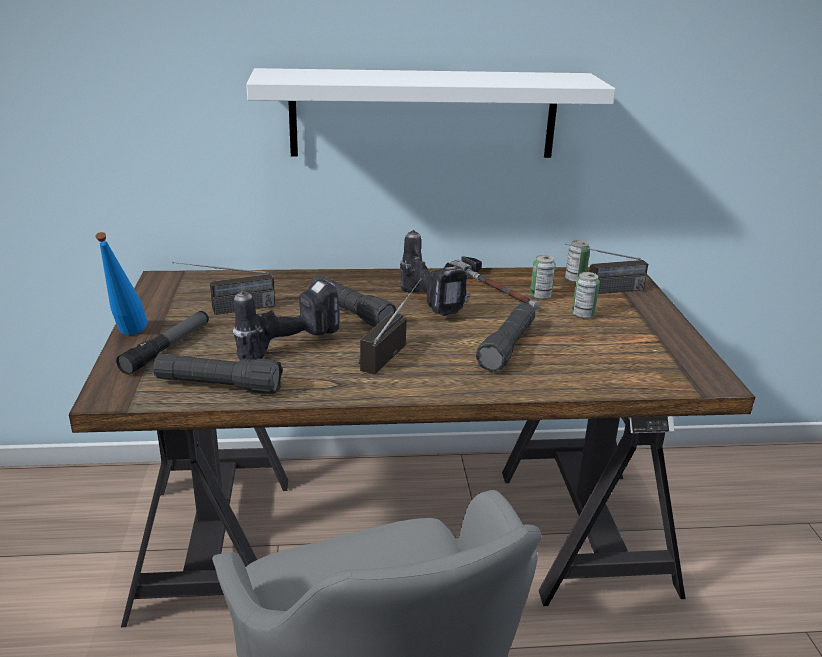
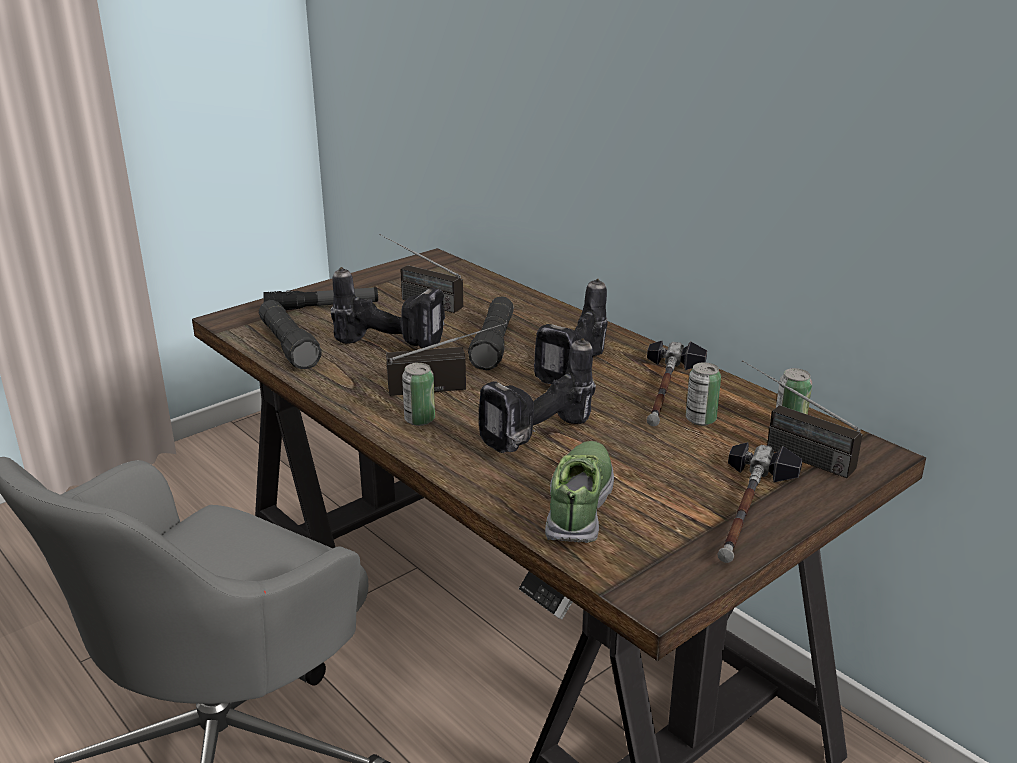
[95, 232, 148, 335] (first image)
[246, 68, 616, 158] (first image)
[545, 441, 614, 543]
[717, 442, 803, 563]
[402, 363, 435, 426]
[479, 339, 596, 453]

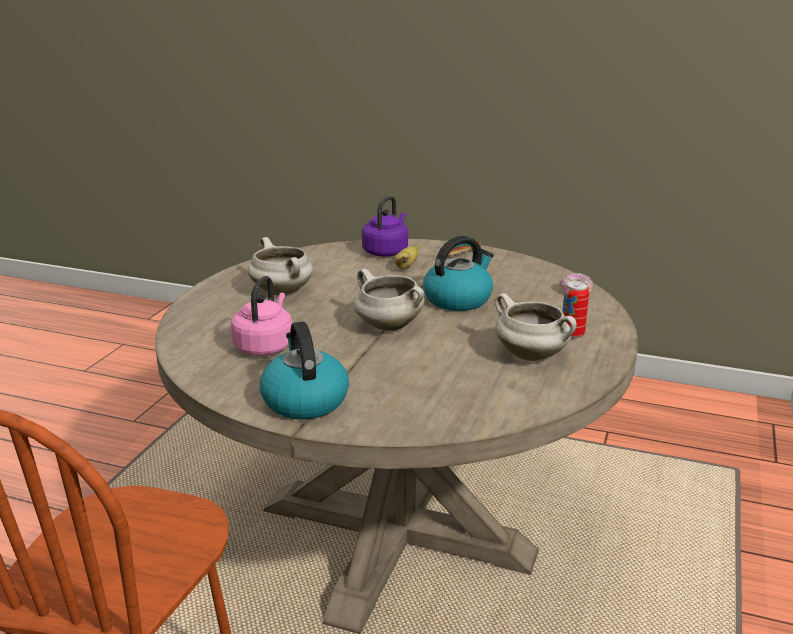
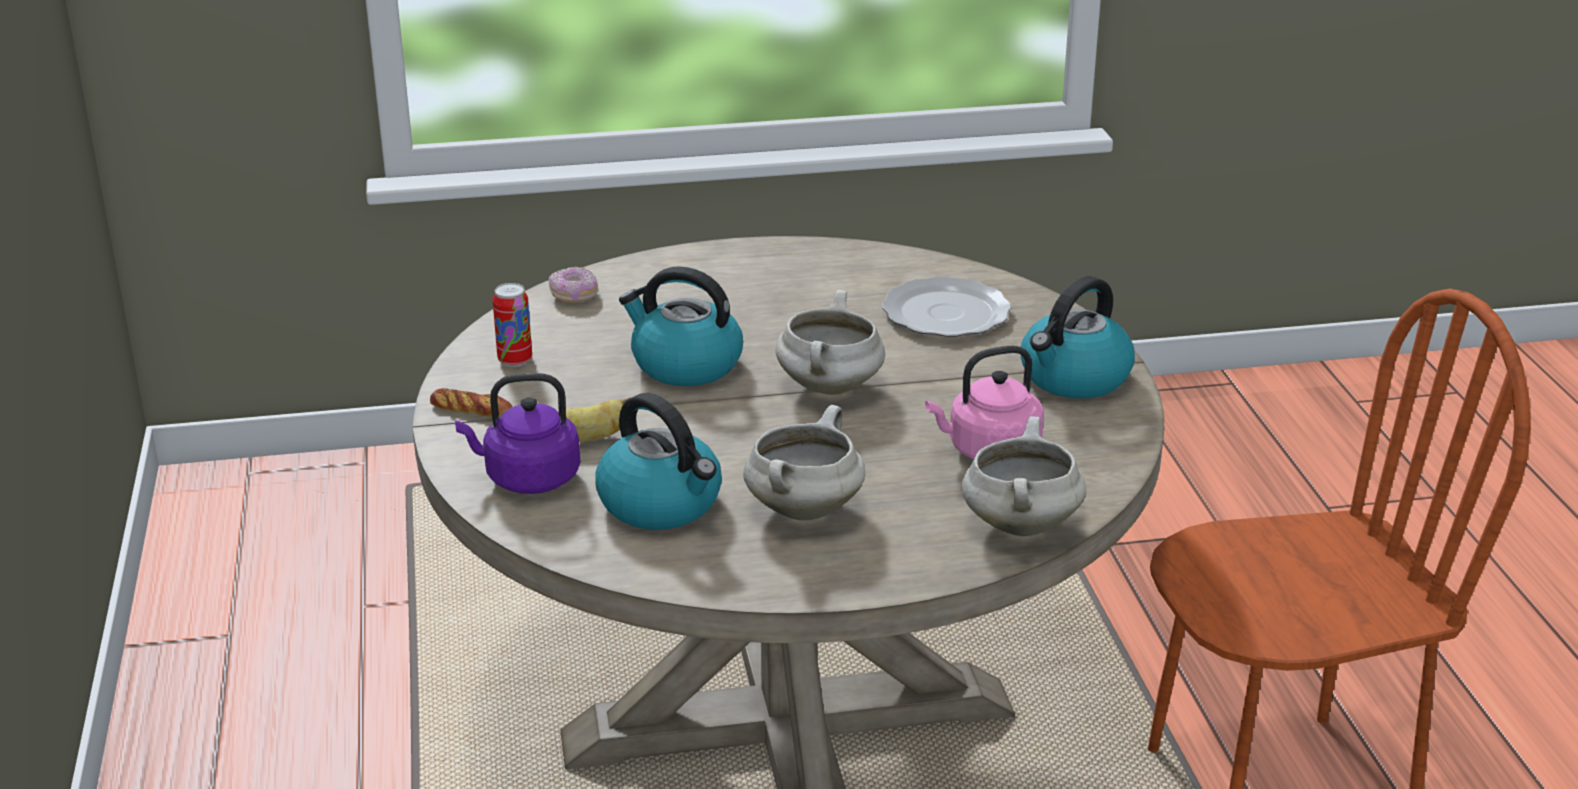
[595, 393, 722, 530]
[882, 277, 1011, 337]
[961, 416, 1086, 536]
[493, 283, 532, 367]

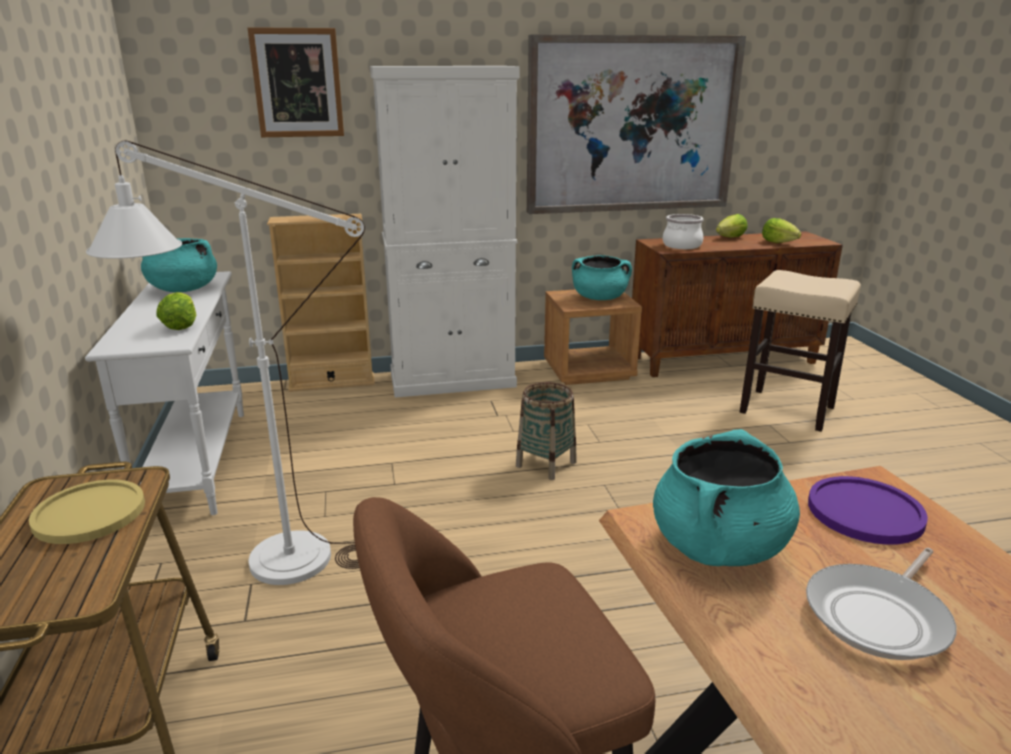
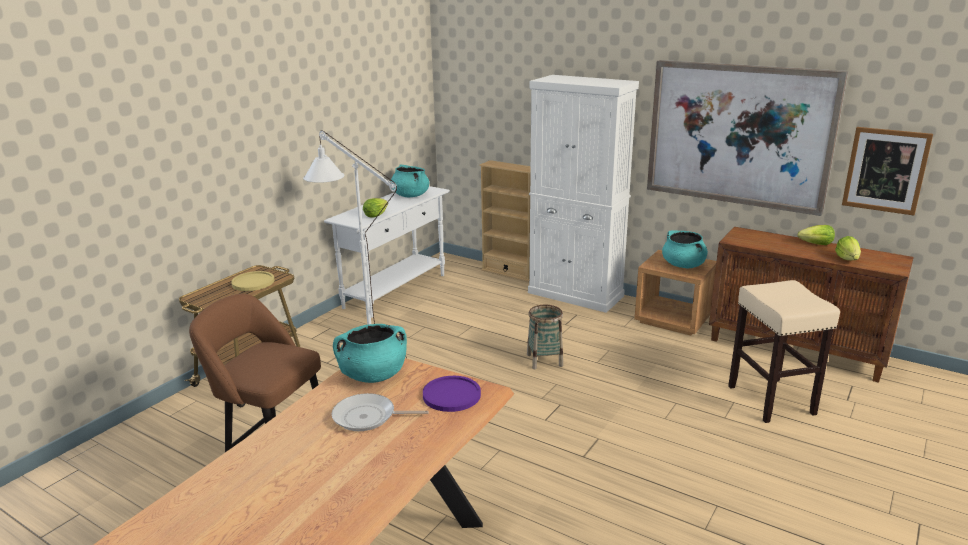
[663, 214, 704, 249] (first image)
[842, 127, 933, 216]

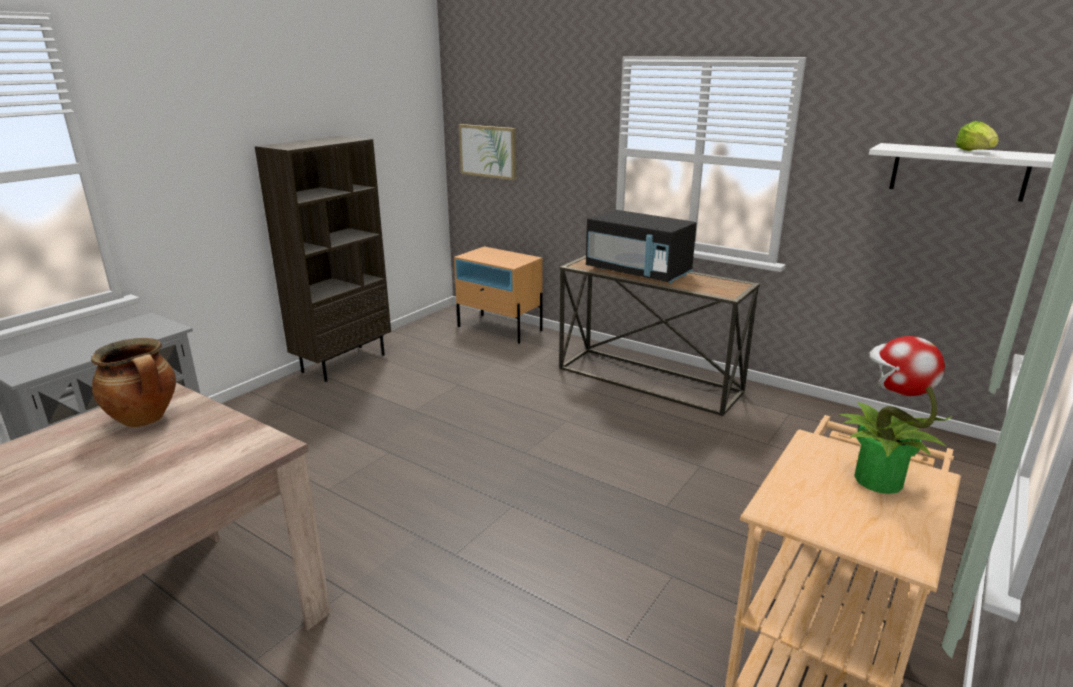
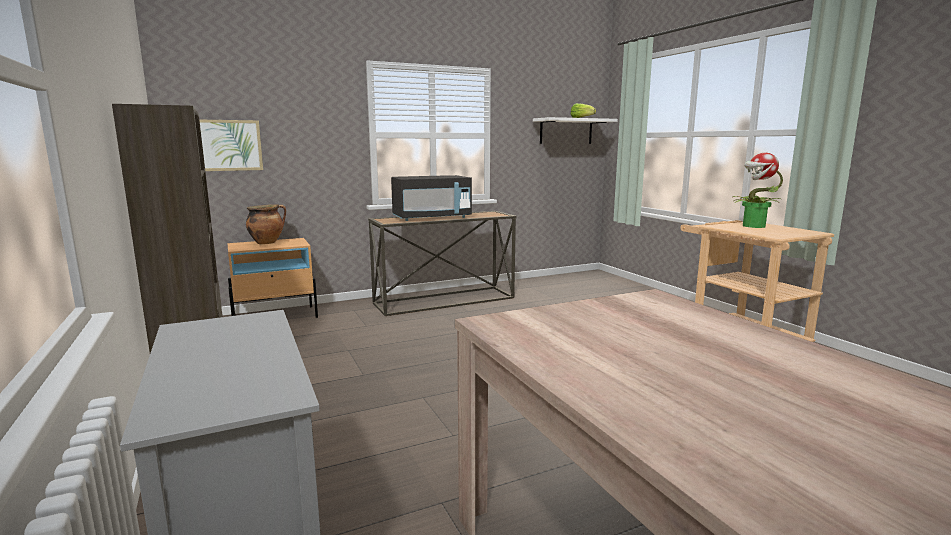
[246, 204, 286, 244]

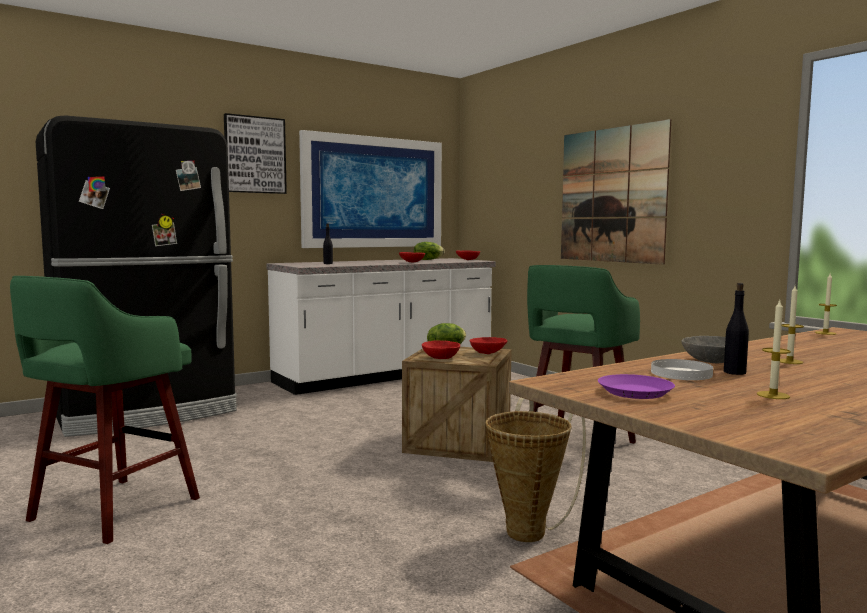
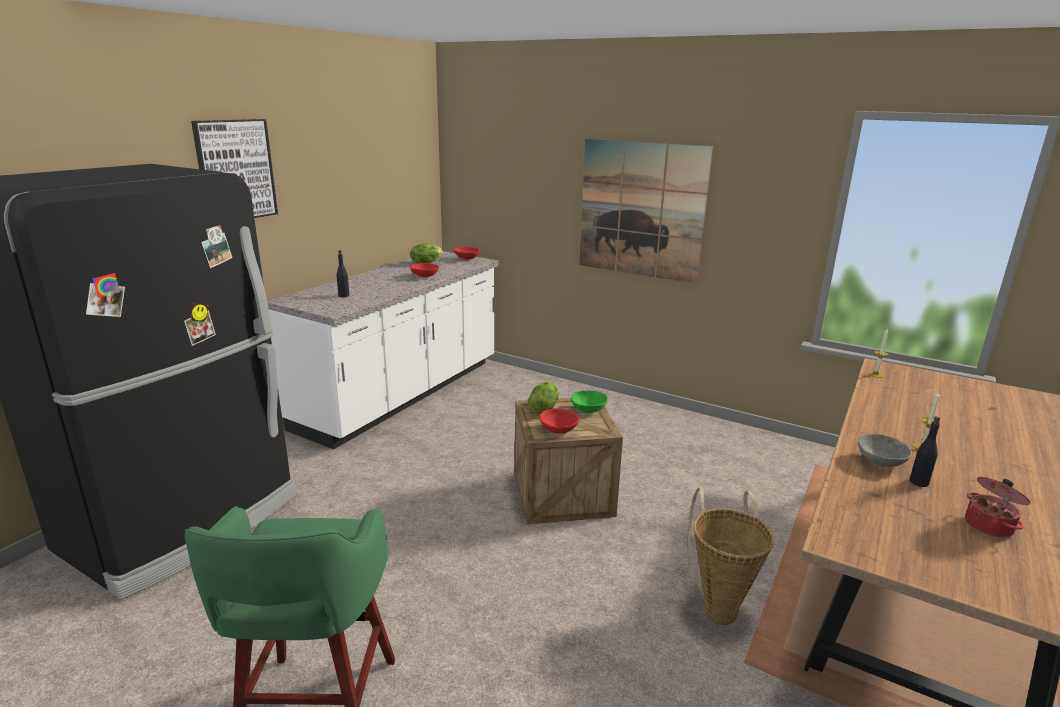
[299, 130, 442, 248] (first image)
[527, 265, 640, 443] (first image)
[598, 374, 675, 399] (first image)
[651, 359, 713, 380] (first image)
[965, 477, 1030, 538]
[571, 390, 608, 413]

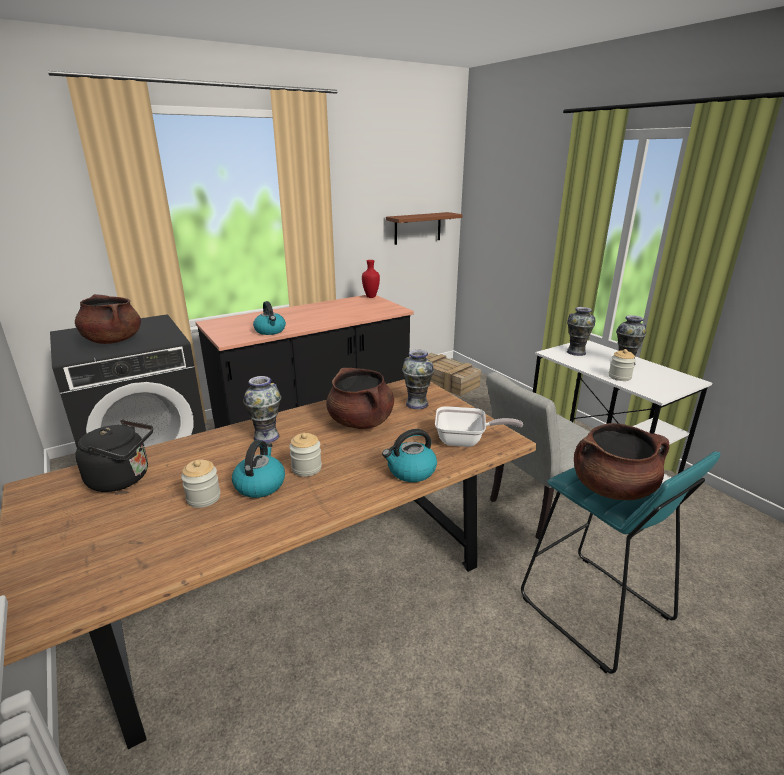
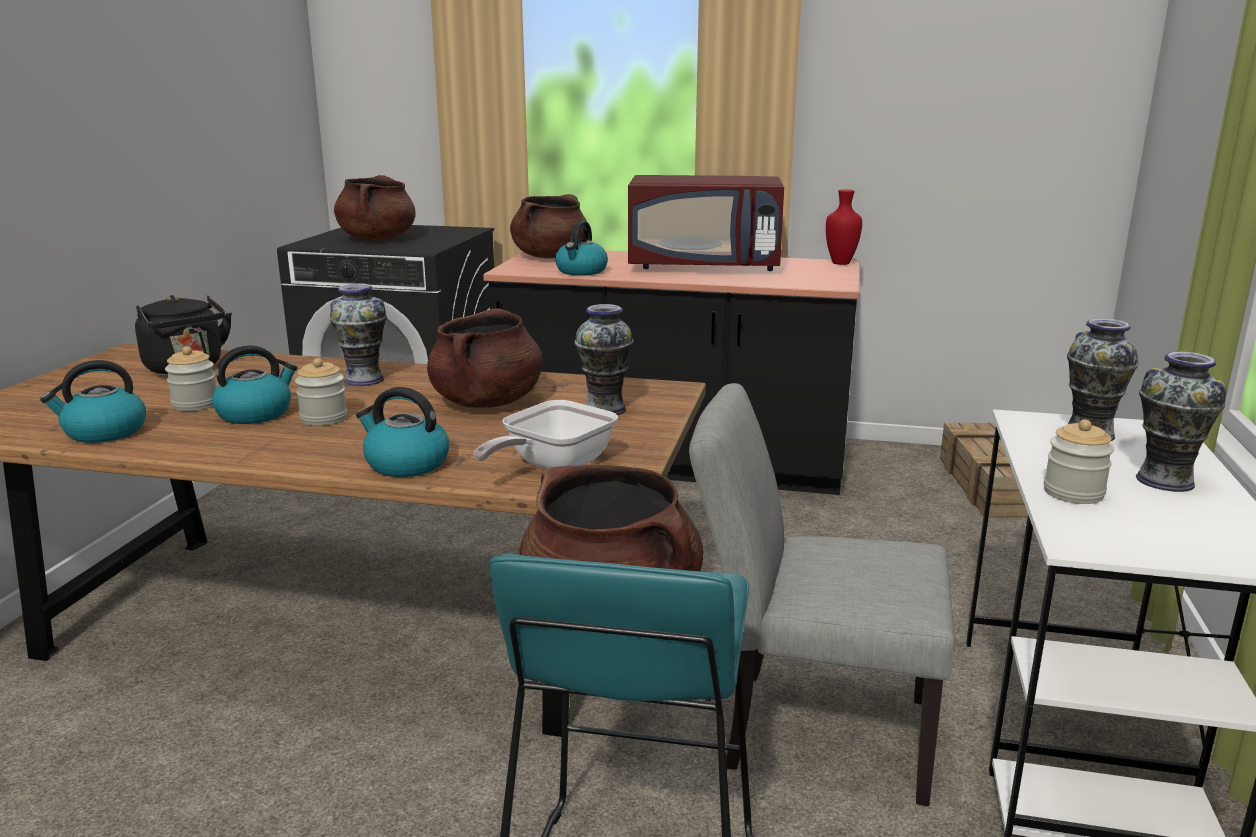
[386, 212, 463, 245] (first image)
[40, 360, 146, 443]
[510, 194, 587, 258]
[628, 175, 784, 271]
[474, 400, 618, 468]

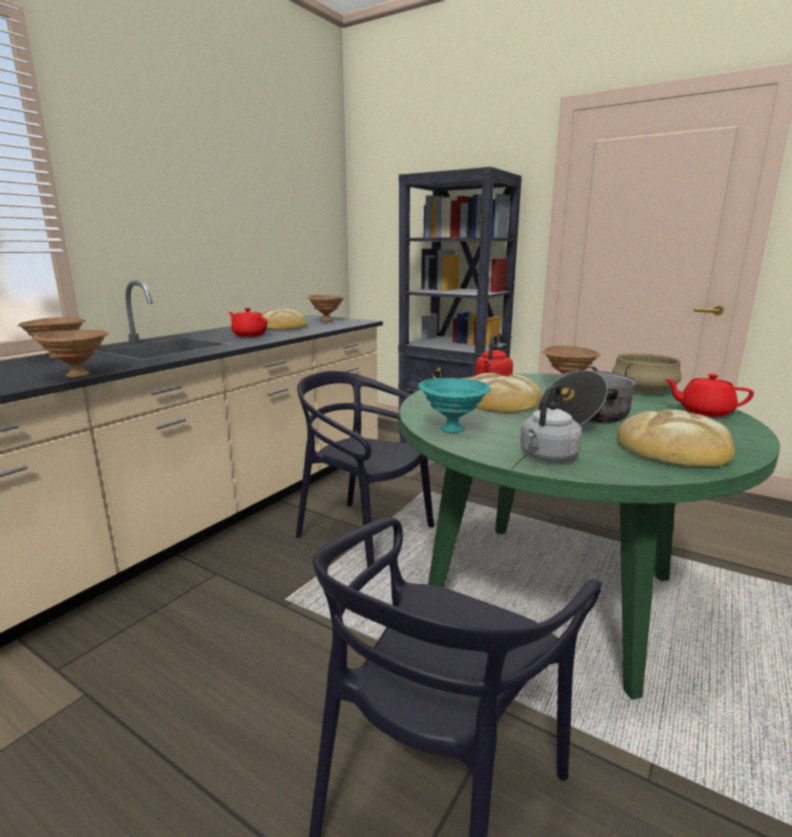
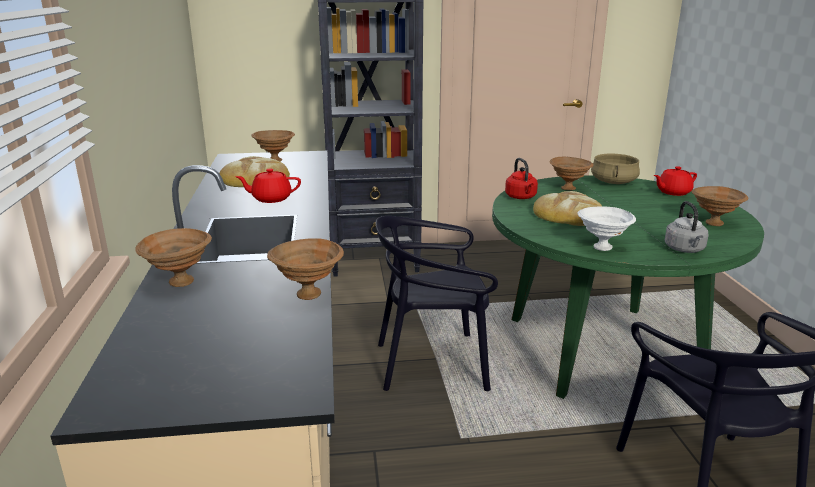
[538, 366, 637, 425] (first image)
[691, 186, 748, 226]
[577, 206, 636, 251]

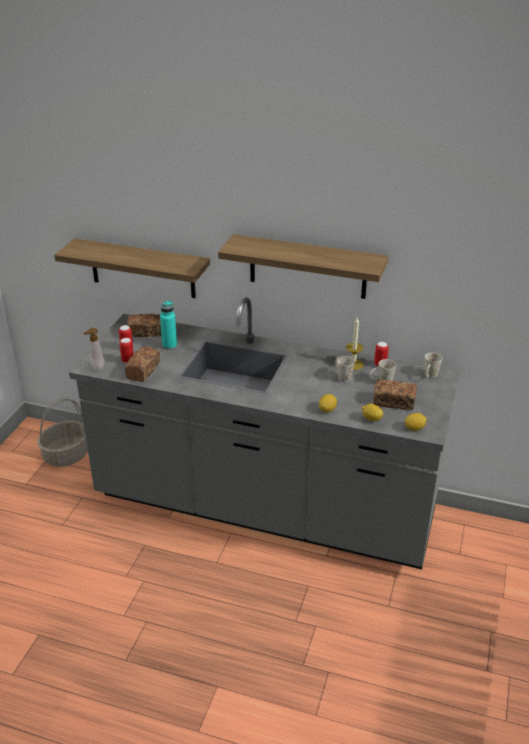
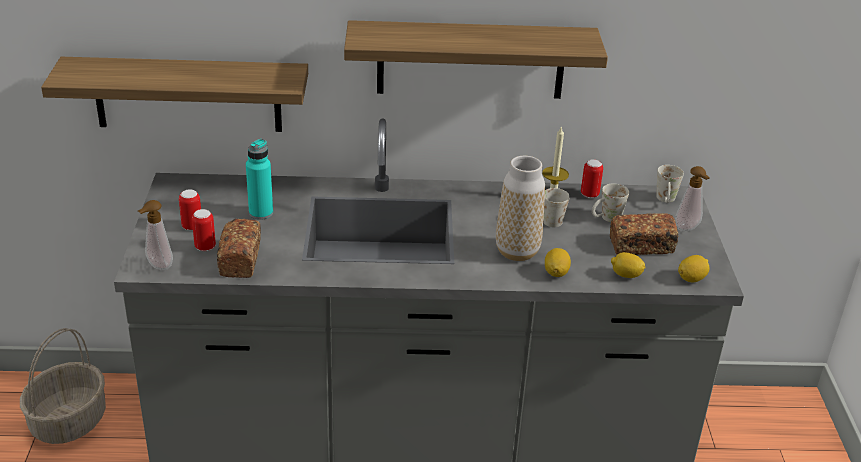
[127, 314, 162, 337] (first image)
[496, 156, 545, 261]
[675, 166, 710, 231]

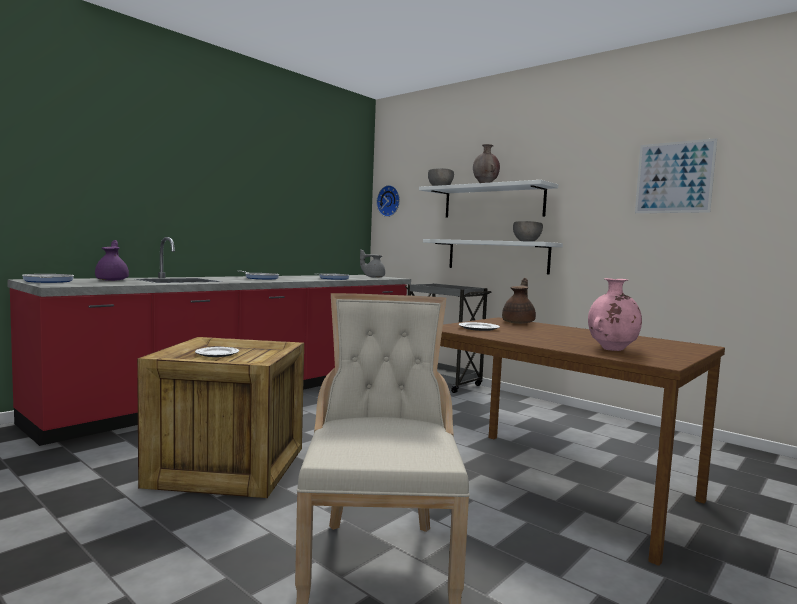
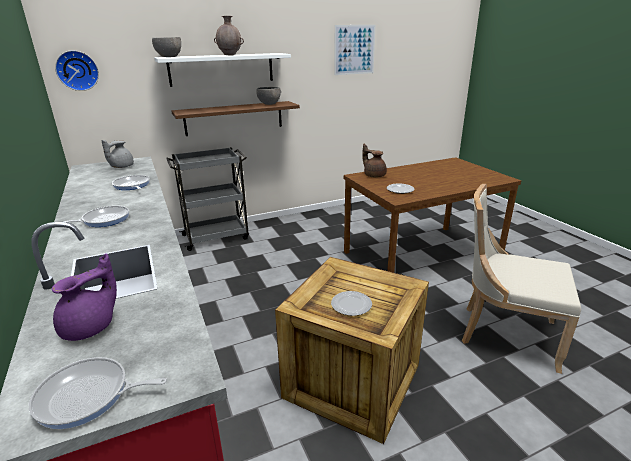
[588, 278, 642, 351] (first image)
[171, 101, 300, 136]
[52, 253, 117, 341]

